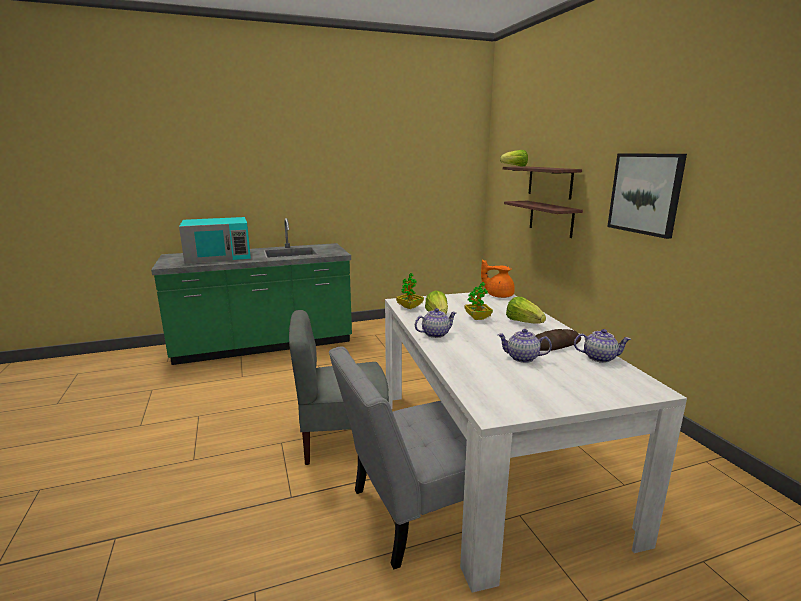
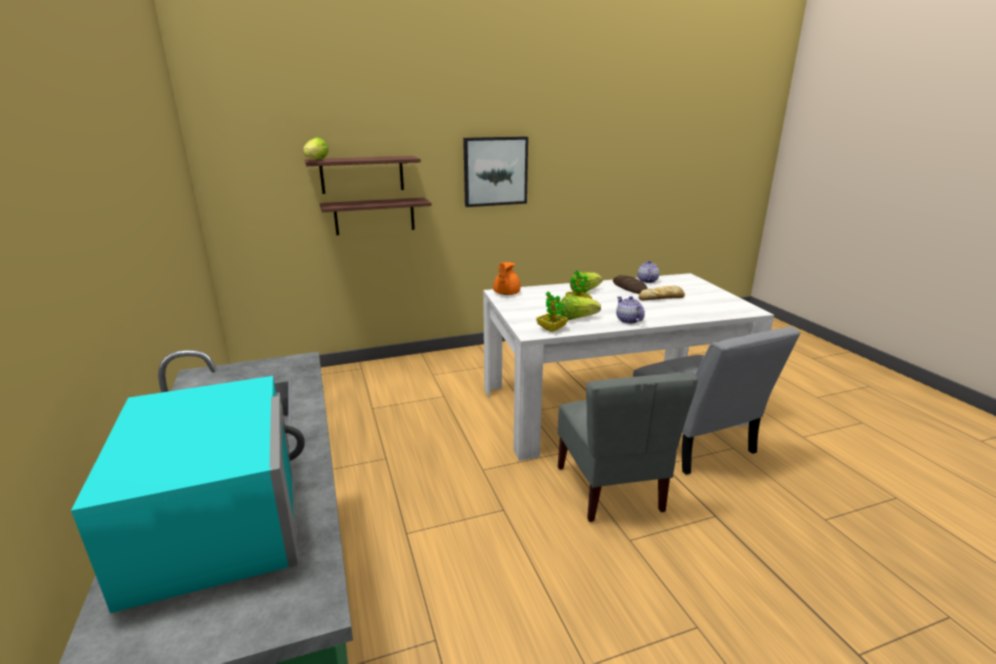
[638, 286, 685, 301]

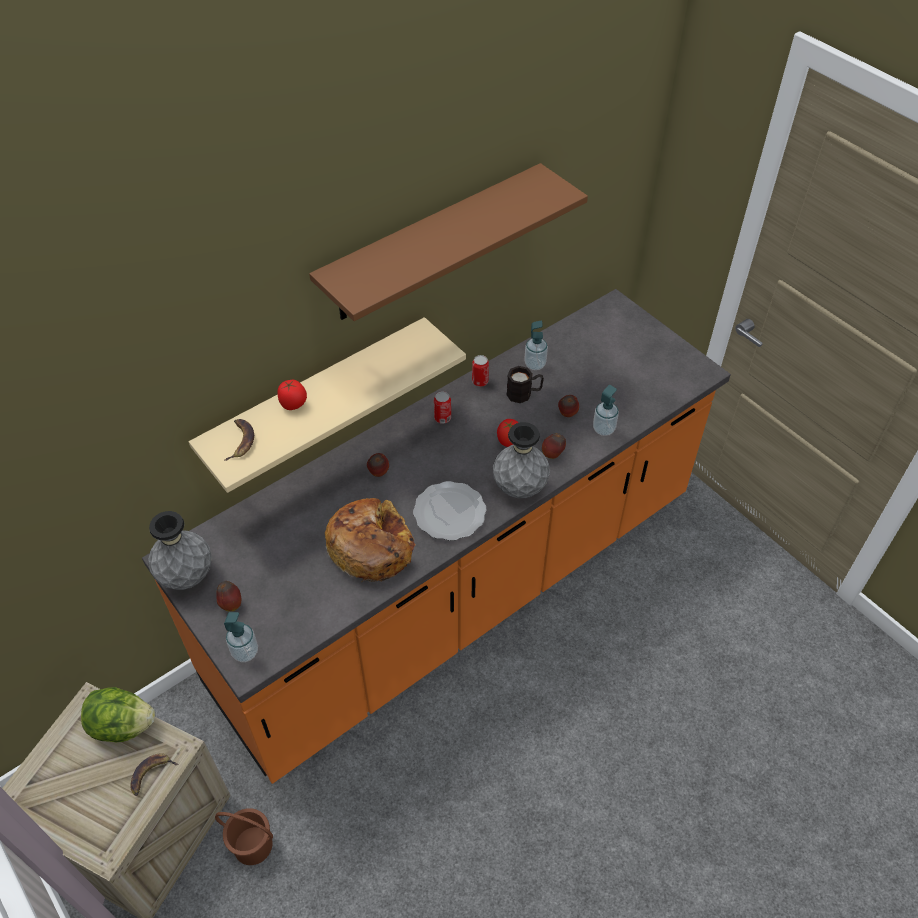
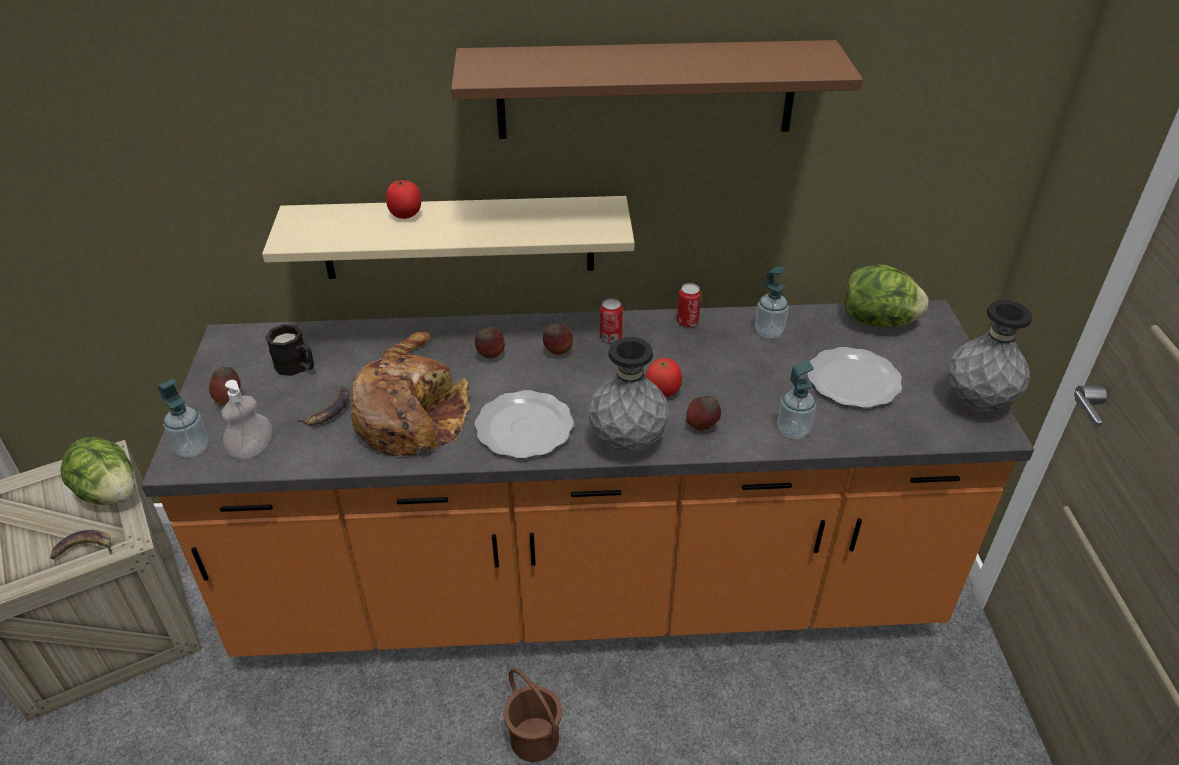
[222, 380, 272, 459]
[382, 331, 431, 358]
[807, 347, 902, 408]
[844, 265, 928, 328]
[948, 300, 1032, 411]
[504, 668, 562, 762]
[294, 386, 350, 425]
[265, 324, 314, 376]
[543, 323, 573, 355]

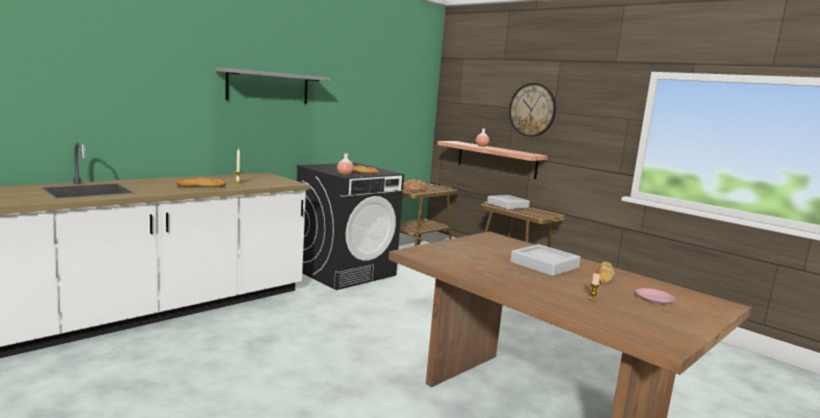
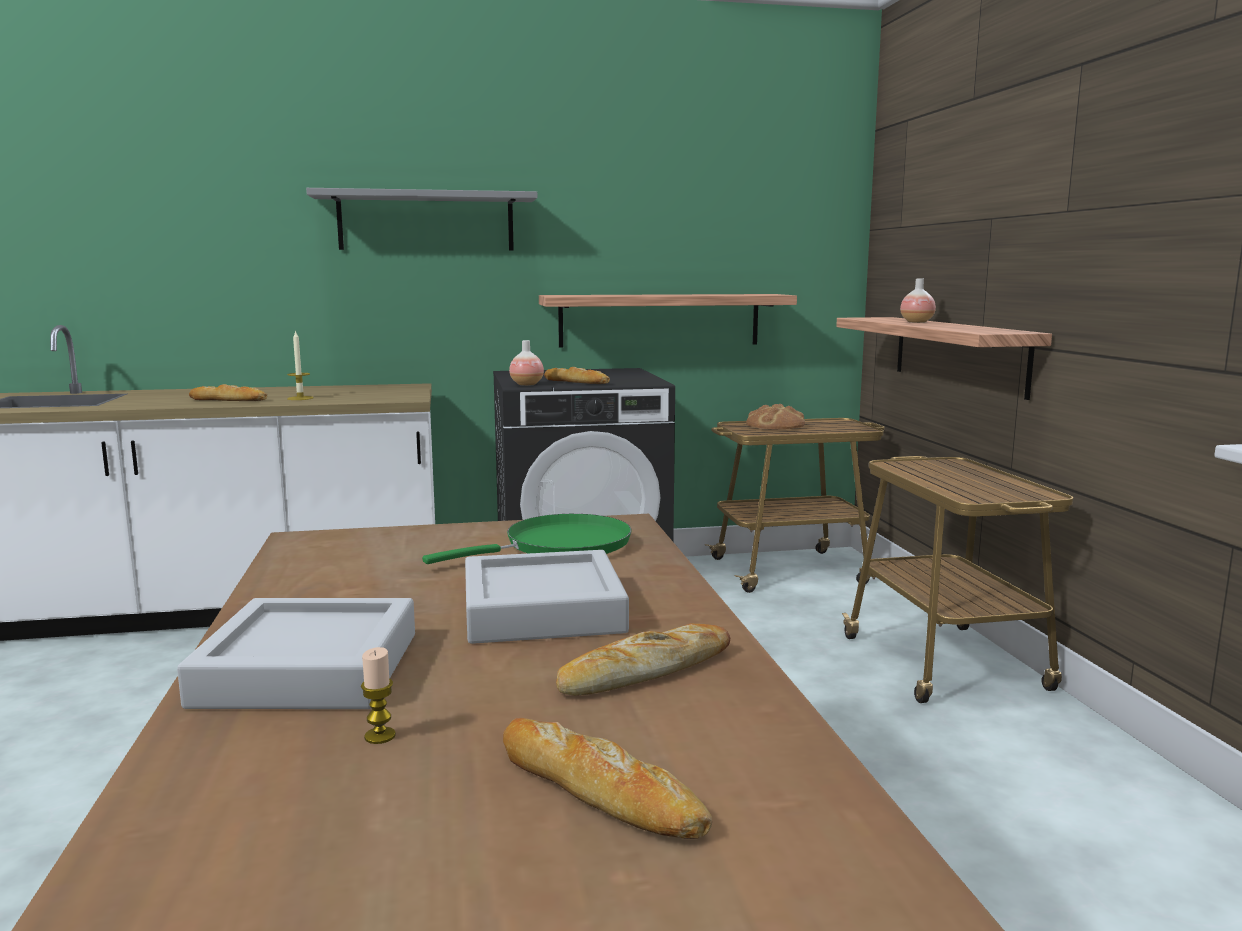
[509, 83, 556, 137] (first image)
[422, 514, 631, 564]
[539, 294, 797, 348]
[177, 598, 415, 709]
[503, 718, 712, 839]

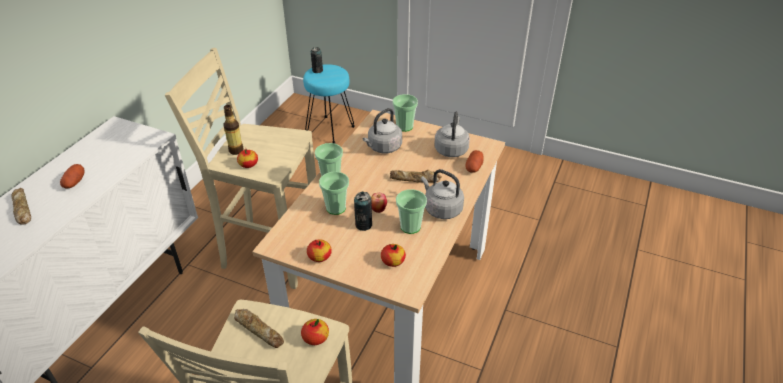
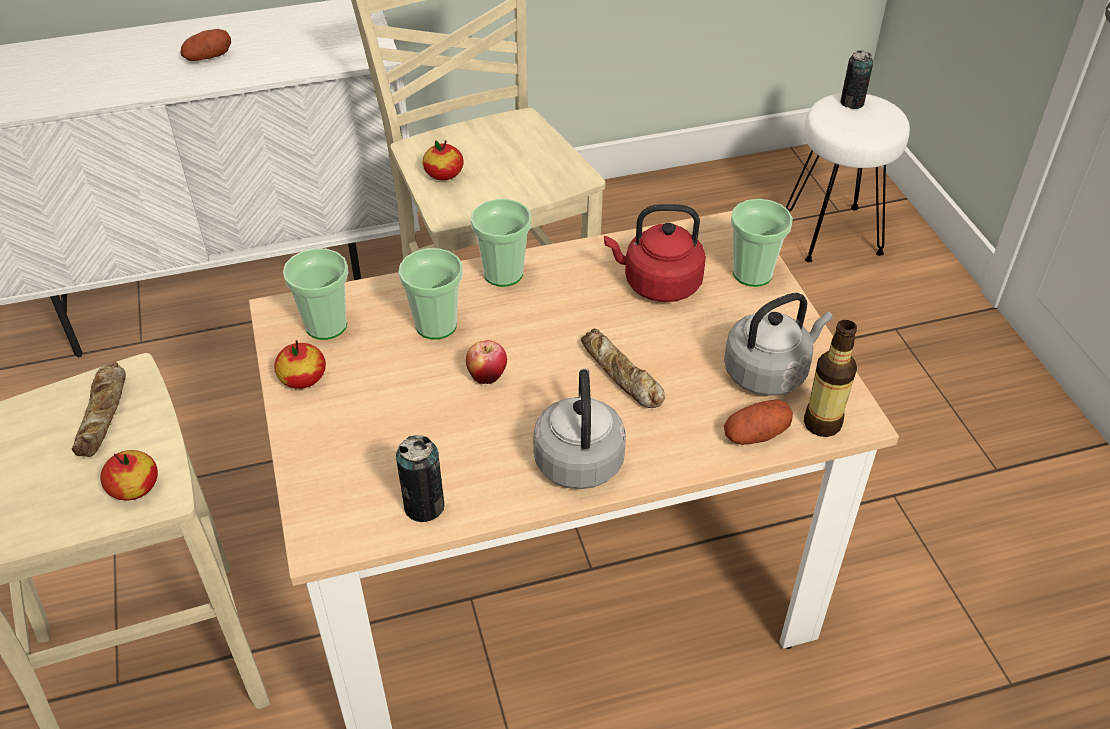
[12, 188, 31, 225] (first image)
[381, 244, 406, 267] (first image)
[804, 320, 857, 437]
[396, 435, 444, 522]
[283, 248, 348, 340]
[786, 93, 910, 262]
[604, 204, 706, 302]

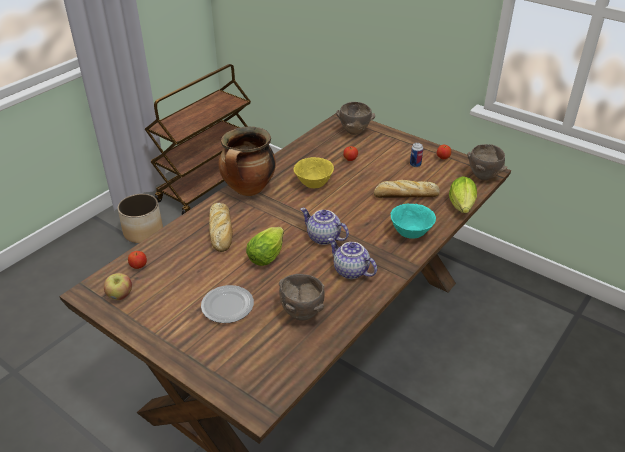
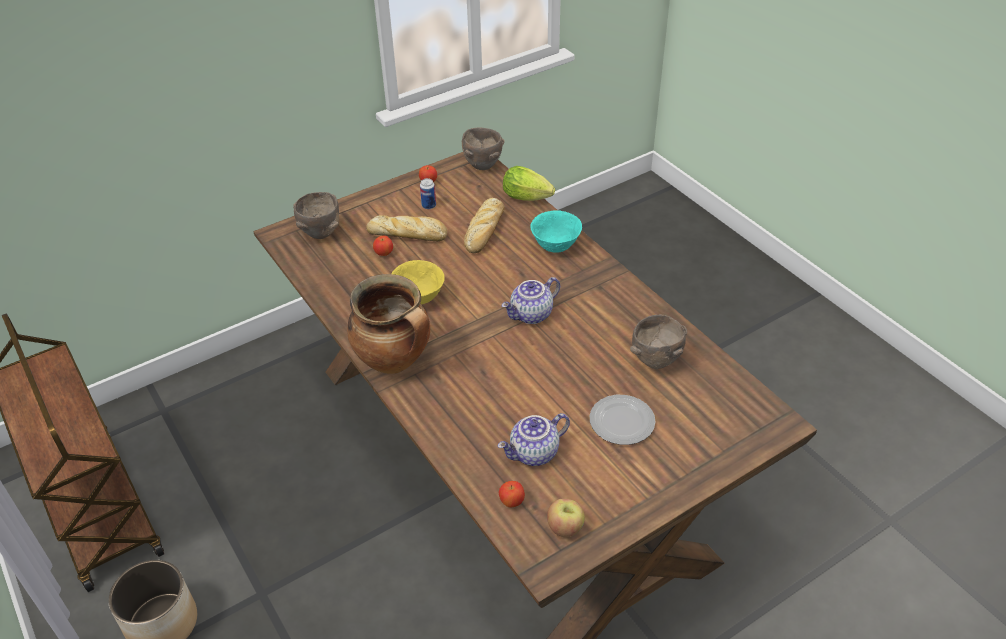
[246, 227, 284, 266] (first image)
[366, 215, 447, 241]
[498, 413, 570, 466]

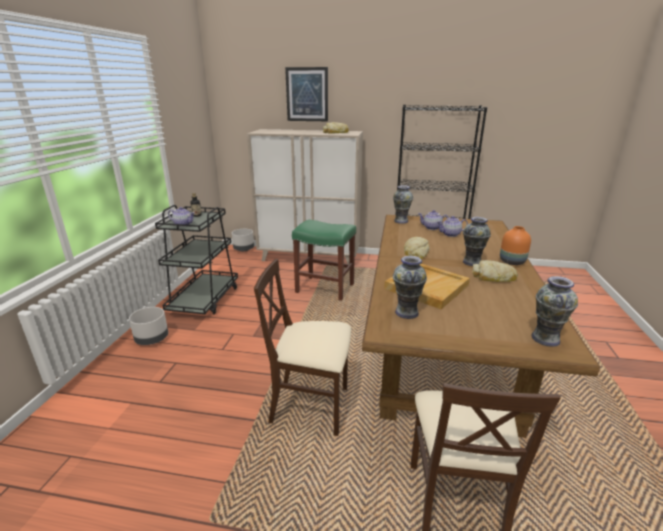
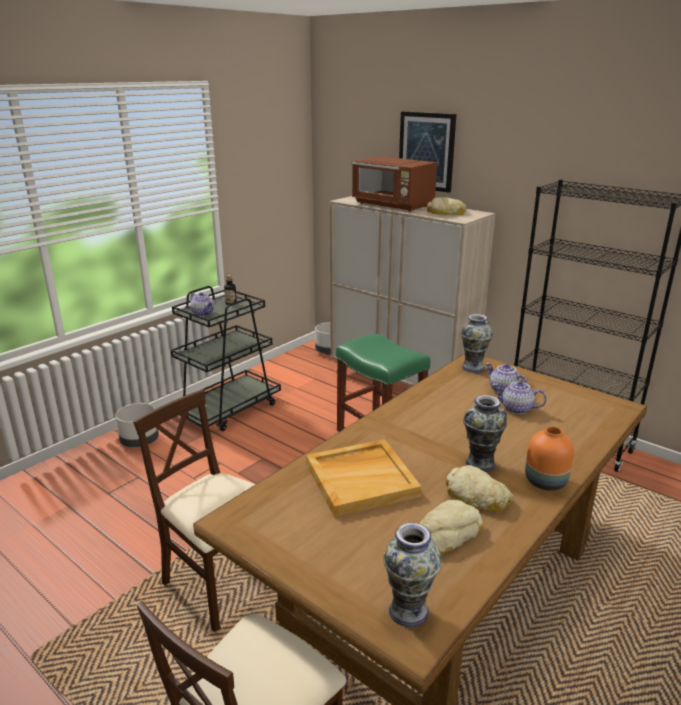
[393, 256, 427, 319] (first image)
[352, 156, 437, 212]
[420, 499, 483, 554]

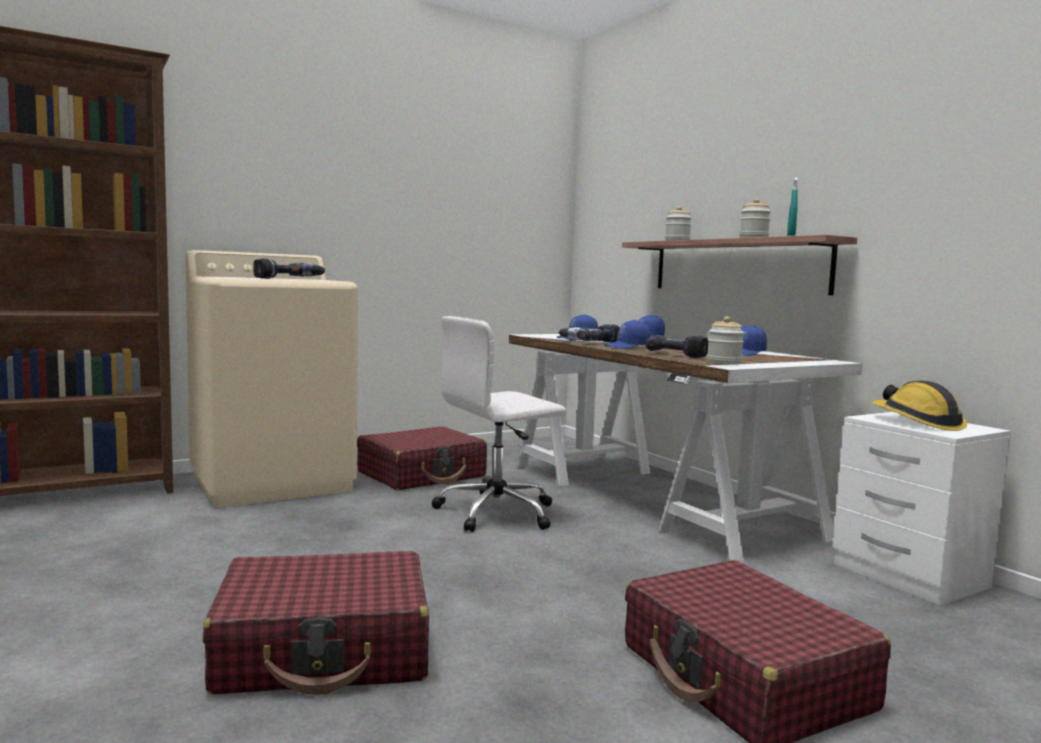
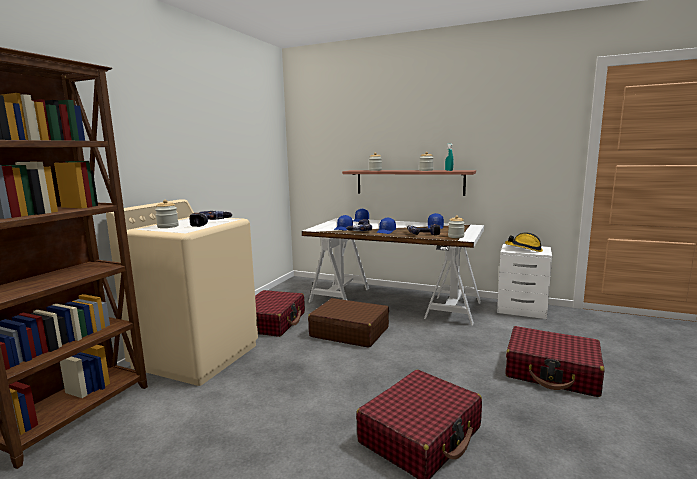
[155, 200, 179, 228]
[308, 298, 389, 348]

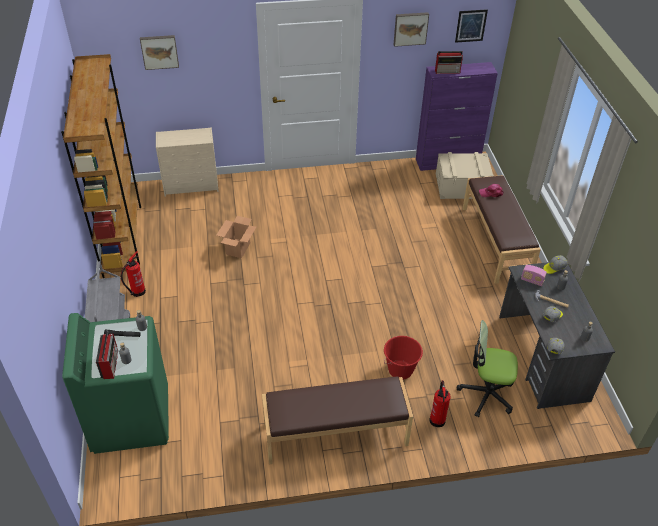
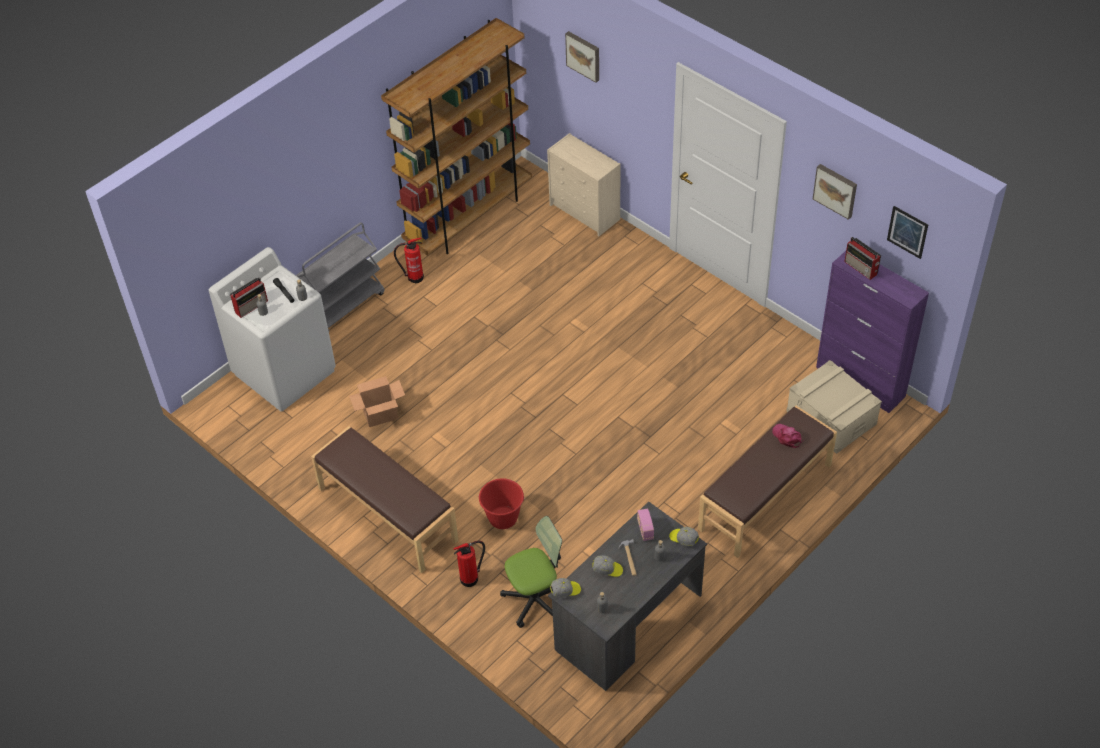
[349, 376, 405, 427]
[209, 247, 336, 411]
[500, 516, 562, 628]

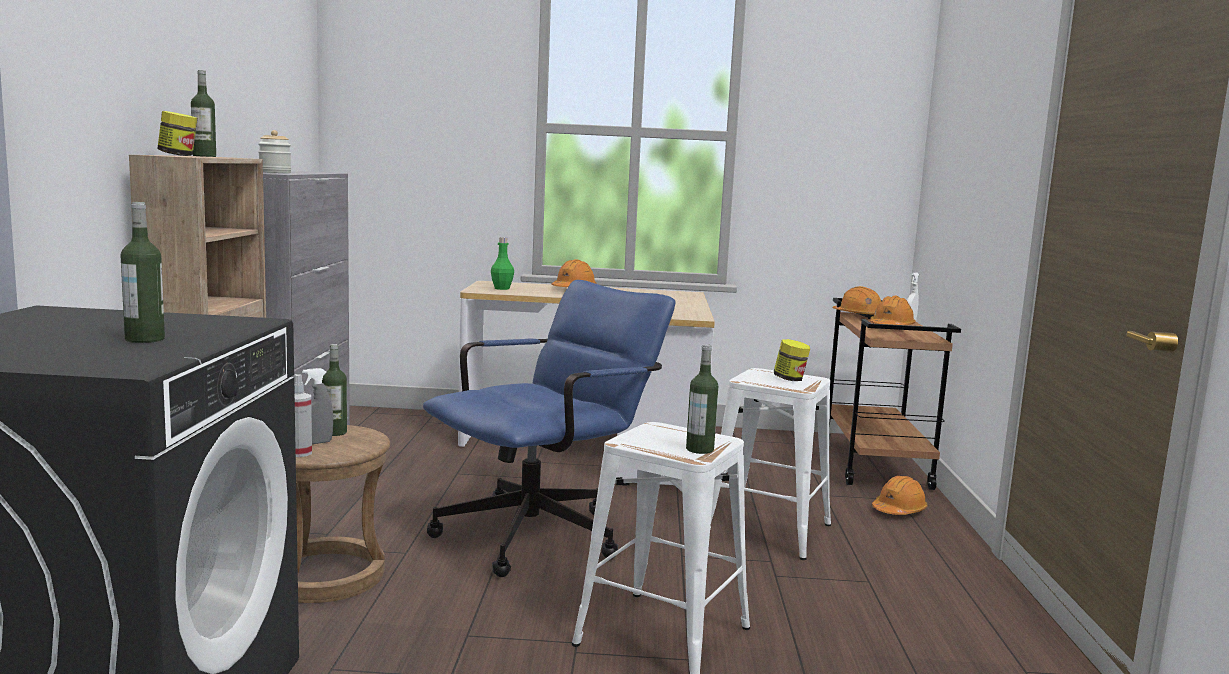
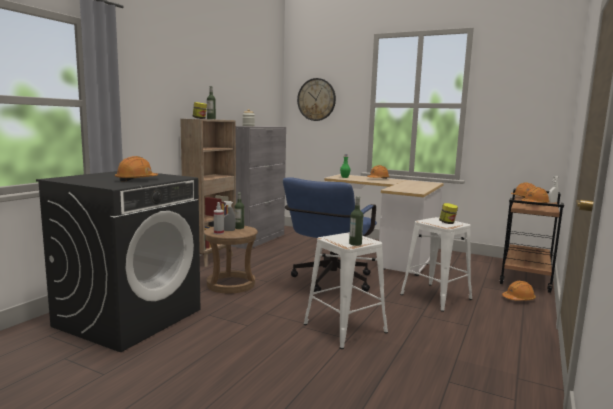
[297, 78, 336, 121]
[115, 156, 158, 182]
[283, 177, 377, 292]

